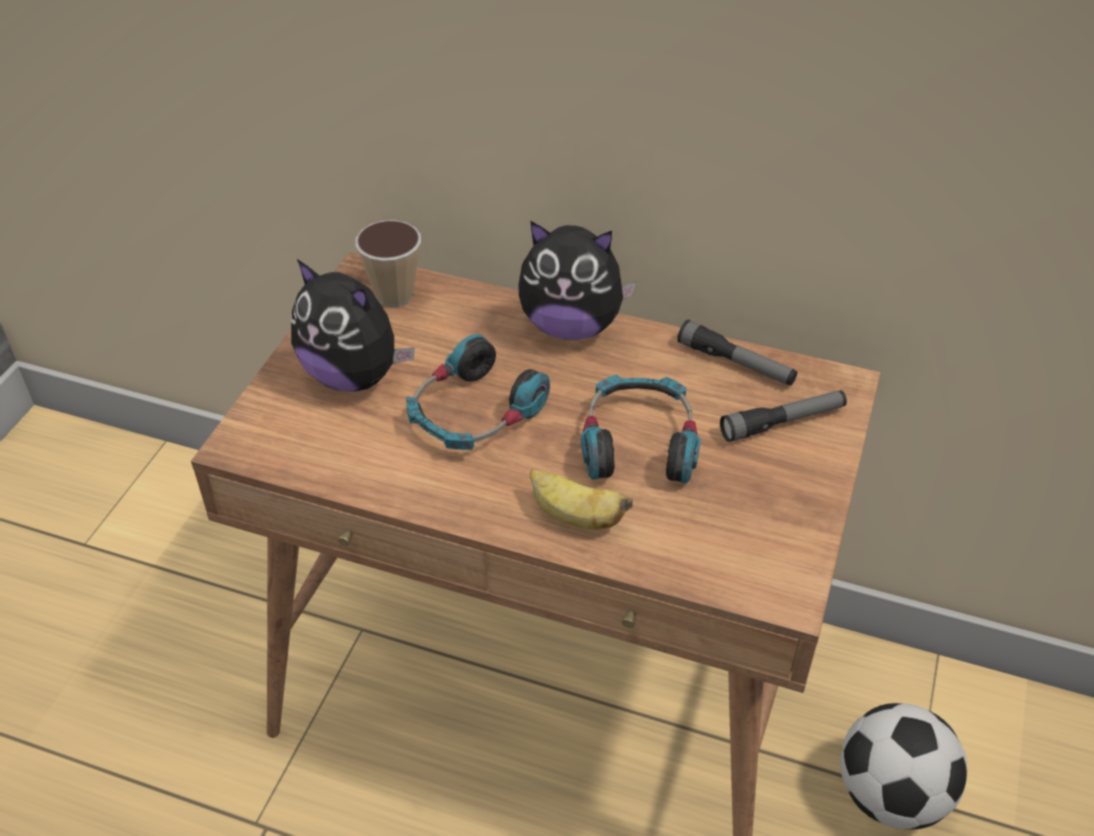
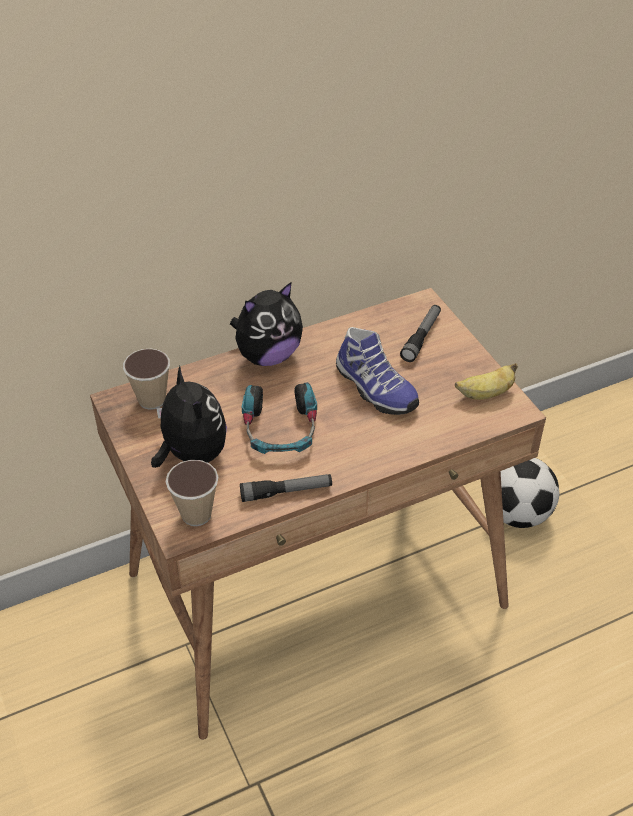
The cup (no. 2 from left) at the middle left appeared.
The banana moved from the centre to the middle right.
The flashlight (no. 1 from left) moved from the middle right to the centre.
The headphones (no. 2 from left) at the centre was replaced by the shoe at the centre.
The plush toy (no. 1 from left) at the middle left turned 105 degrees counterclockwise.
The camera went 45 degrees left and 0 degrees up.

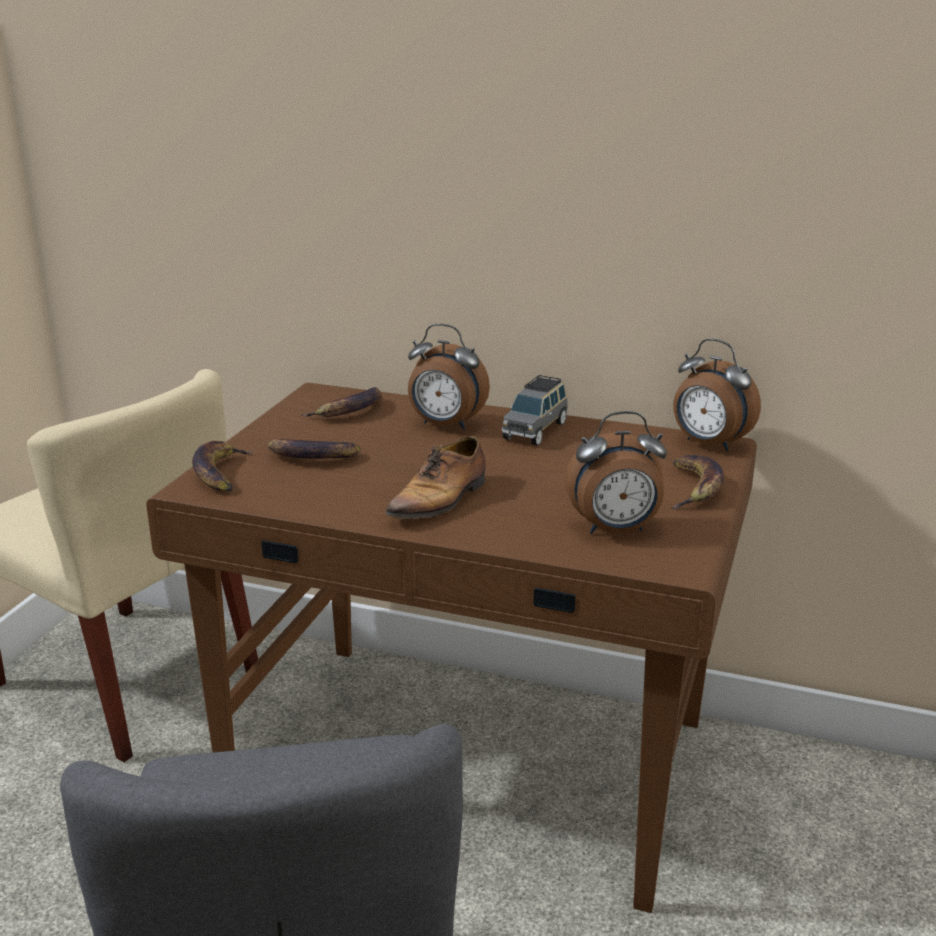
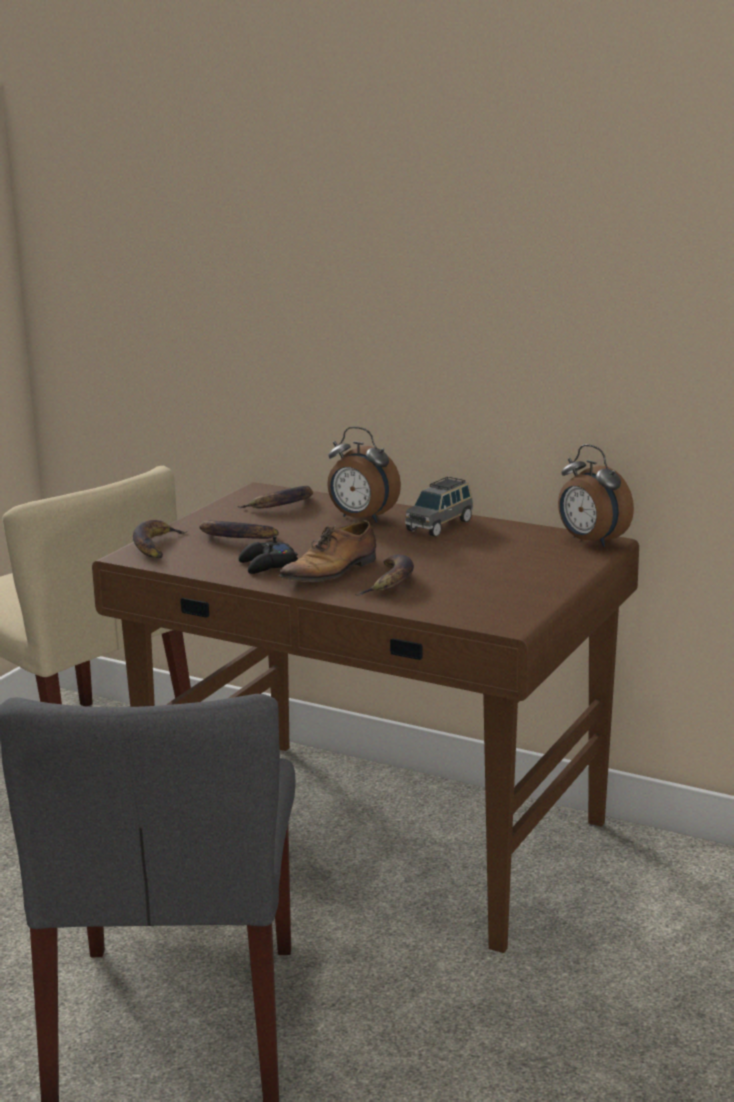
The alarm clock (no. 2 from left) at the centre disappeared.
The black game controller at the centre appeared.
The banana (no. 4 from left) moved from the middle right to the centre.
The camera went 10 degrees right and 5 degrees down.

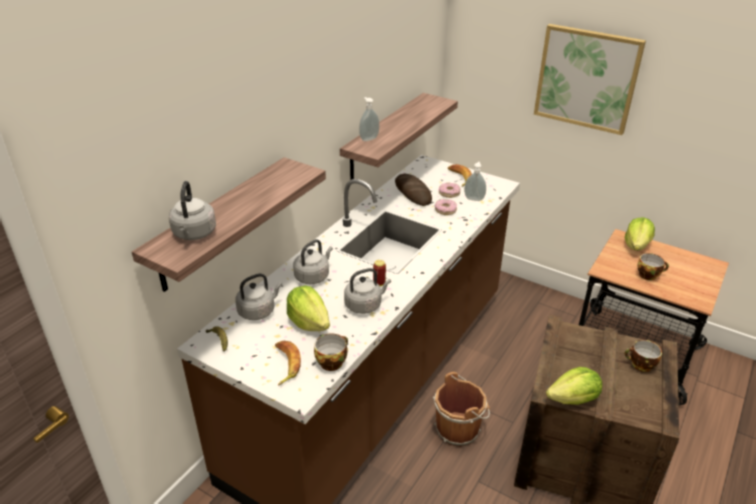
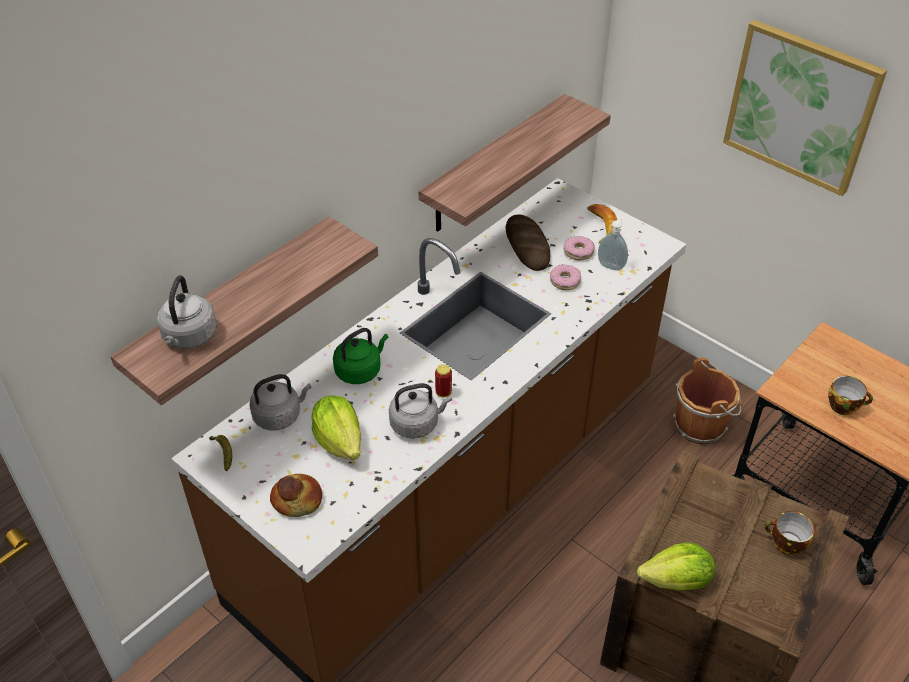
The cup (no. 1 from left) at the bottom centre disappeared.
The soap dispenser (no. 1 from left) at the top centre disappeared.
The lettuce (no. 3 from left) at the middle right disappeared.
The brown bucket moved from the bottom centre to the middle right.
The banana (no. 2 from left) at the bottom centre was replaced by the bread (no. 1 from left) at the bottom left.
The grey kettle (no. 3 from left) at the centre became the green kettle at the centre.
The camera went 10 degrees right and 10 degrees up.

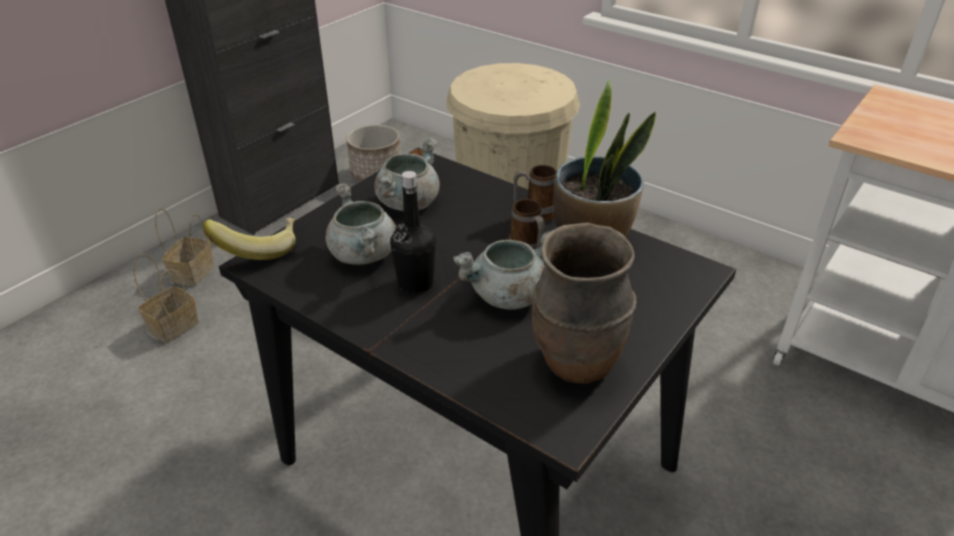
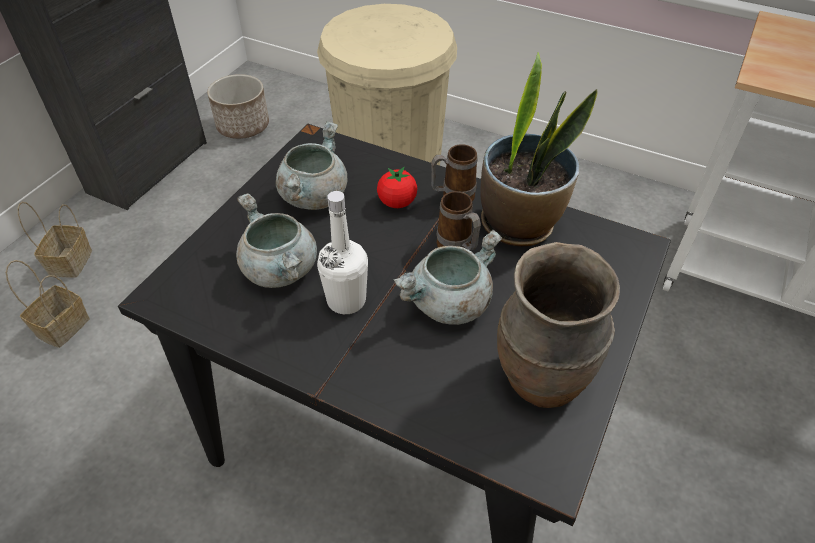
The banana at the middle left disappeared.
The tomato at the centre appeared.
The black bottle at the centre became the white bottle at the centre.
The camera went 10 degrees left and 10 degrees up.

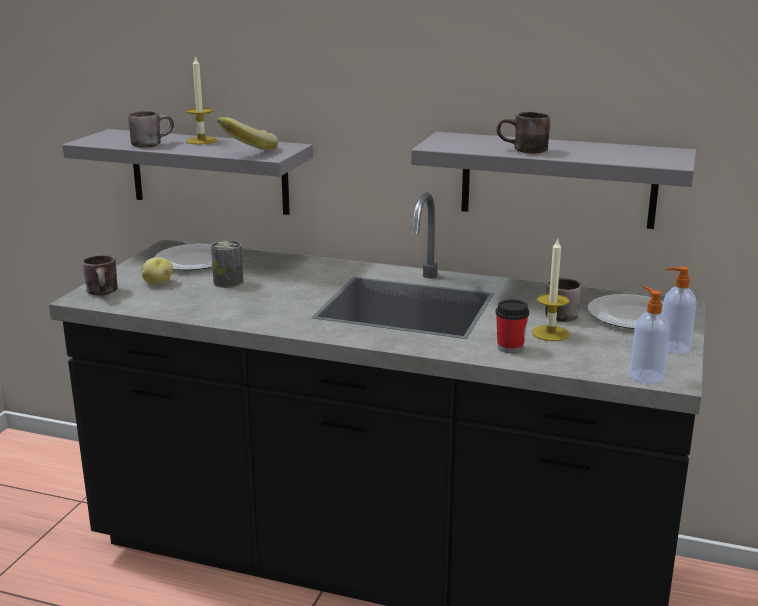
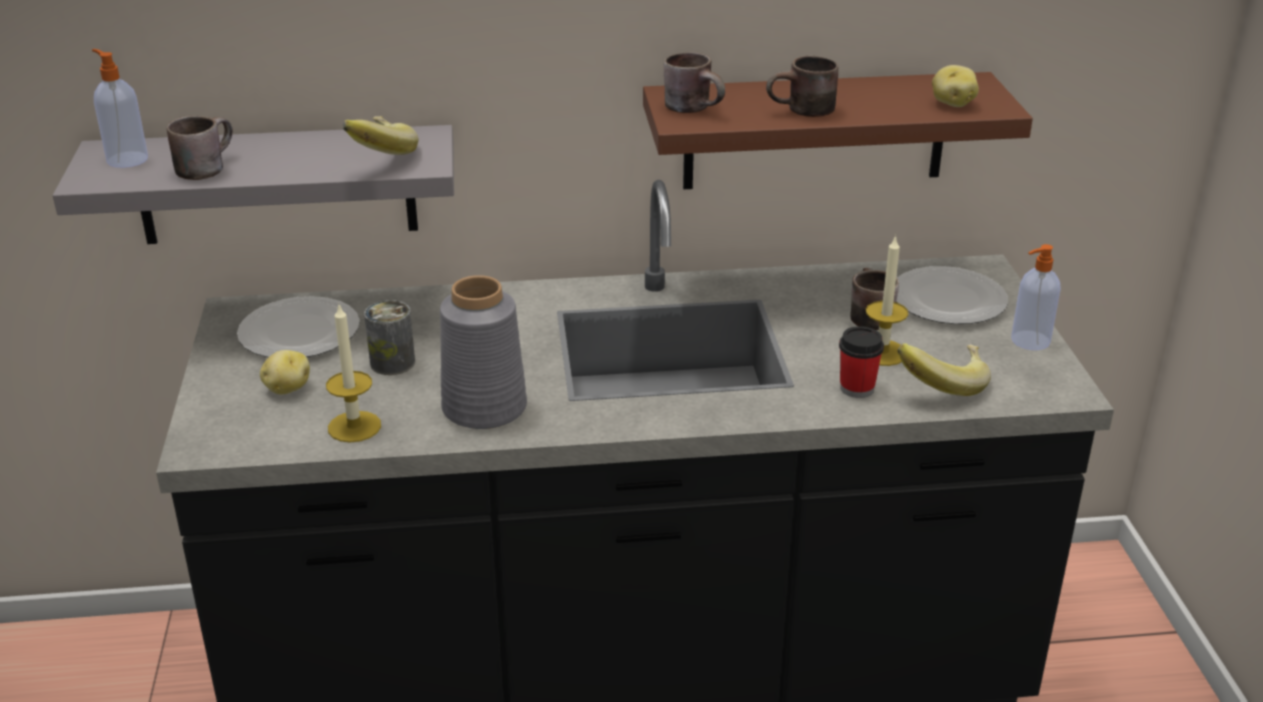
The grey vase at the centre appeared.
The banana (no. 2 from left) at the middle right appeared.
The potato (no. 2 from left) at the top right appeared.
The brown mug (no. 1 from left in the first image) moved from the middle left to the top centre.
The candle (no. 1 from left) moved from the top left to the middle left.
The soap dispenser (no. 1 from left) moved from the middle right to the top left.
The grey shelf (no. 2 from left) at the top right became the brown shelf at the top centre.
The camera went 25 degrees left and 10 degrees up.

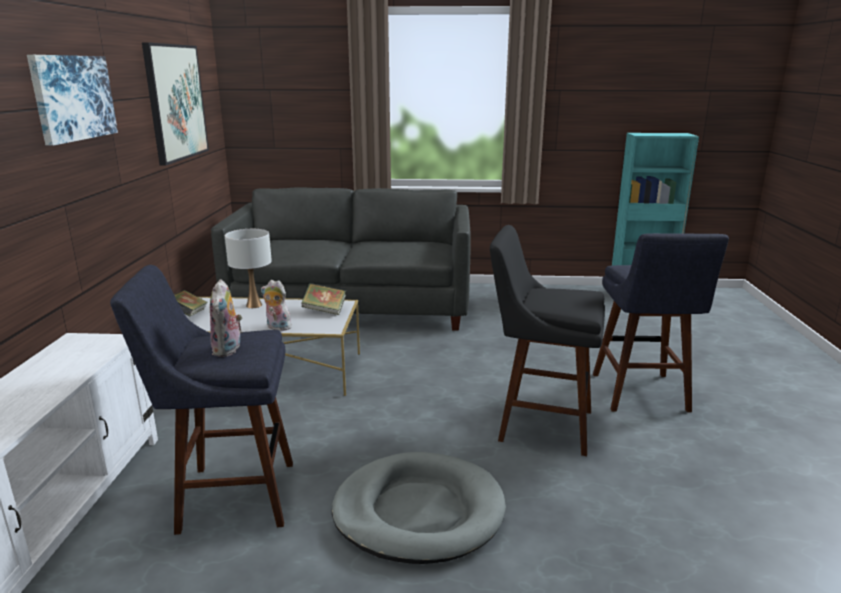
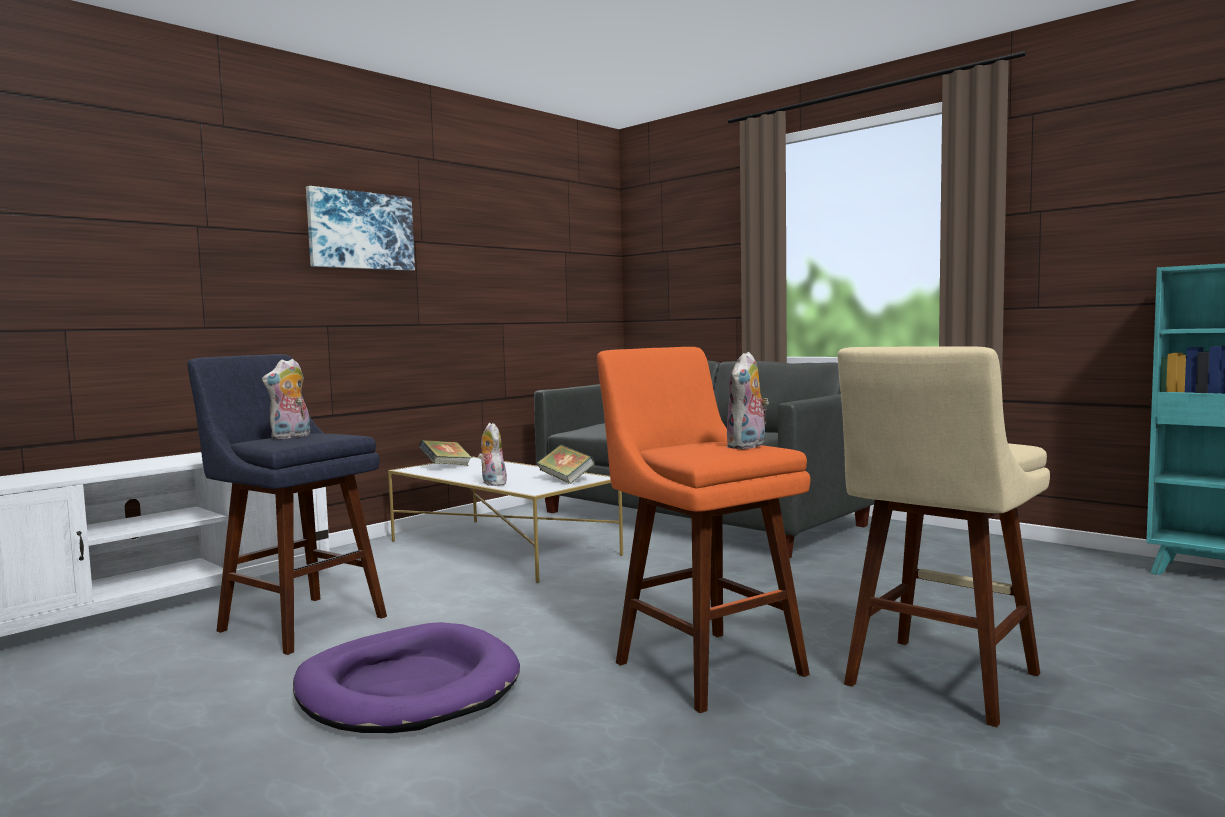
The picture (no. 2 from left) at the top left disappeared.
The white table lamp at the middle left disappeared.
The plush toy (no. 3 from left) at the centre appeared.
The grey dog bed at the bottom centre became the purple dog bed at the bottom left.
The black stool at the centre became the orange stool at the centre.
The blue stool (no. 2 from left) at the middle right became the beige stool at the middle right.
The camera went 40 degrees right and 15 degrees down.

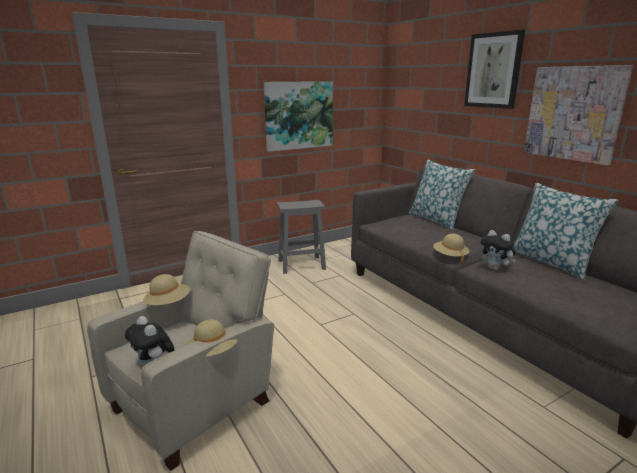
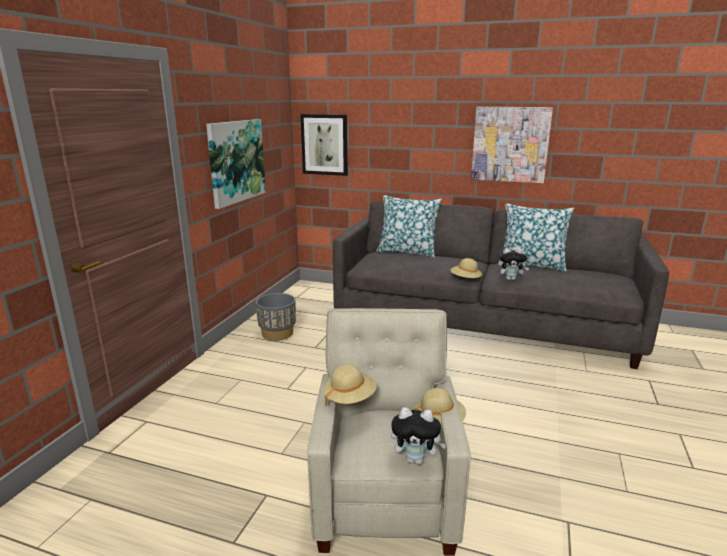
The picture (no. 2 from left) moved from the top right to the top centre.
The grey stool at the centre was replaced by the grey planter at the centre.
The camera went 40 degrees left and 0 degrees up.

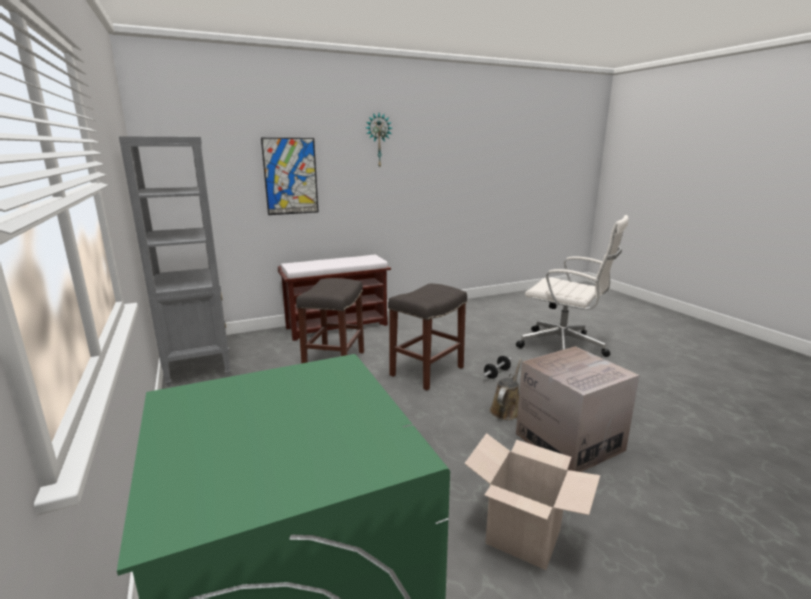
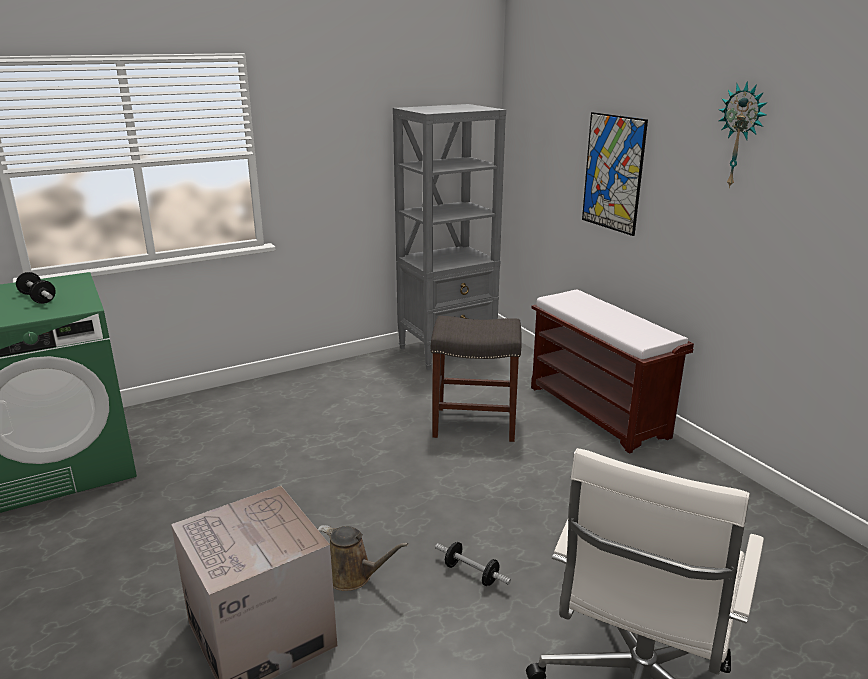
The grey stool (no. 2 from left) at the centre disappeared.
The cardboard box (no. 1 from left) at the bottom centre disappeared.
The dumbbell (no. 1 from left) at the middle left appeared.
The camera went 85 degrees right and 5 degrees up.

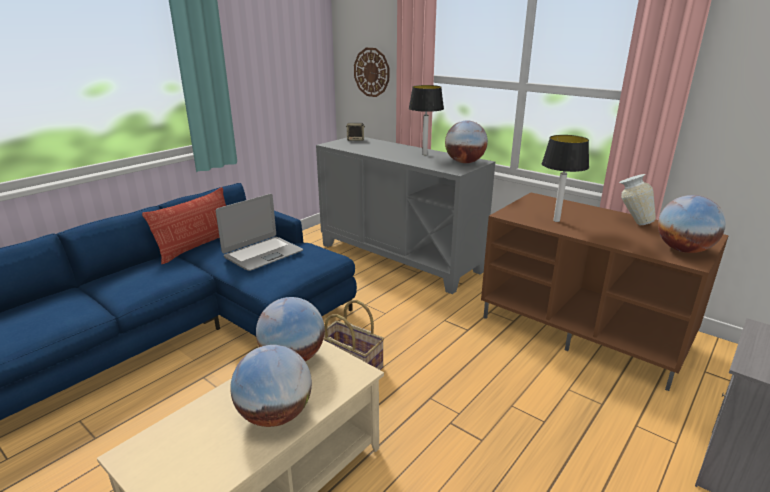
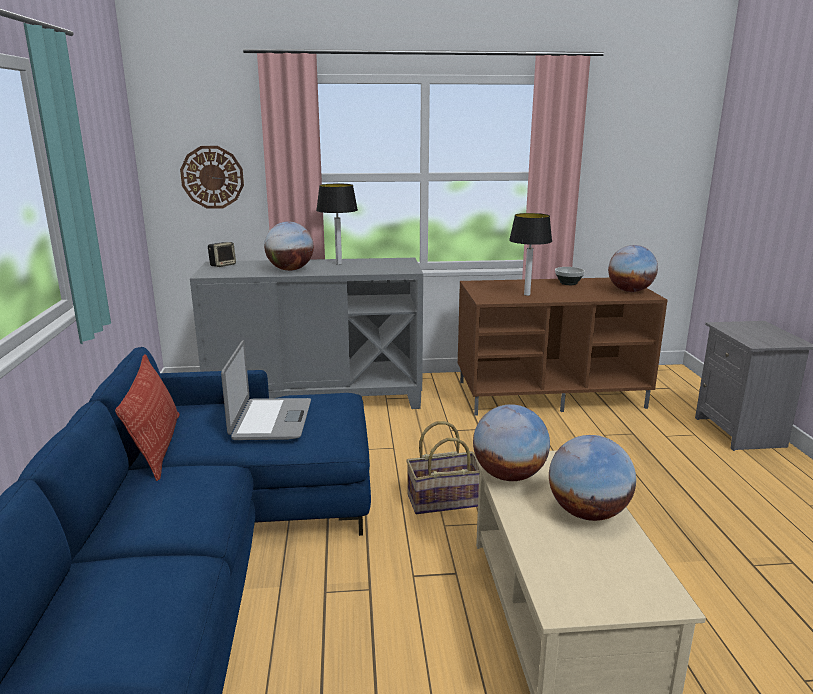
The globe (no. 3 from left in the first image) moved from the top centre to the centre.
The vase at the middle right was replaced by the bowl at the middle right.
The camera went 45 degrees left and 5 degrees down.

